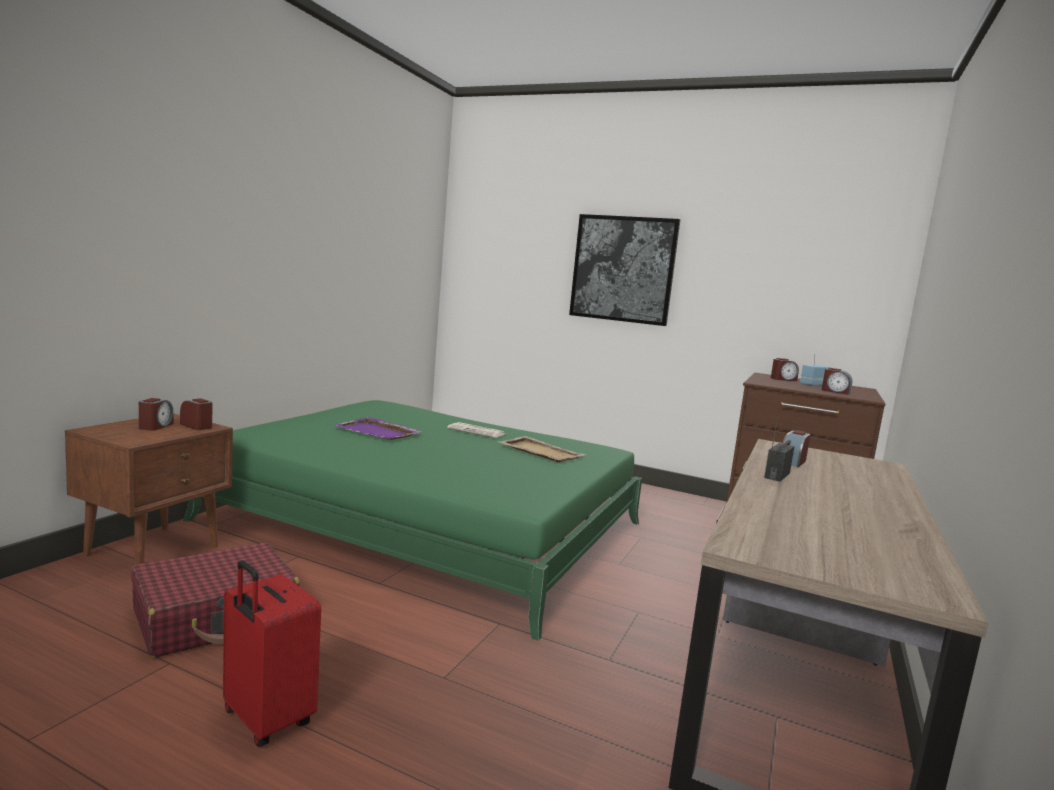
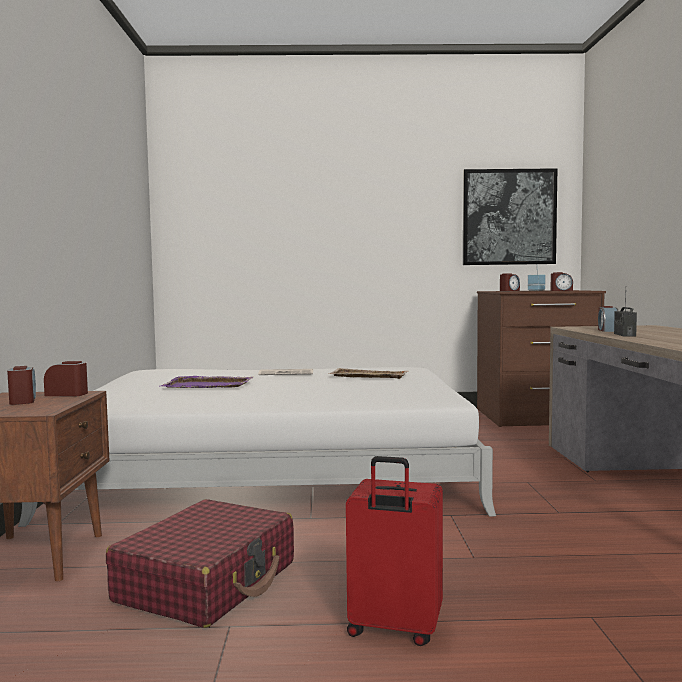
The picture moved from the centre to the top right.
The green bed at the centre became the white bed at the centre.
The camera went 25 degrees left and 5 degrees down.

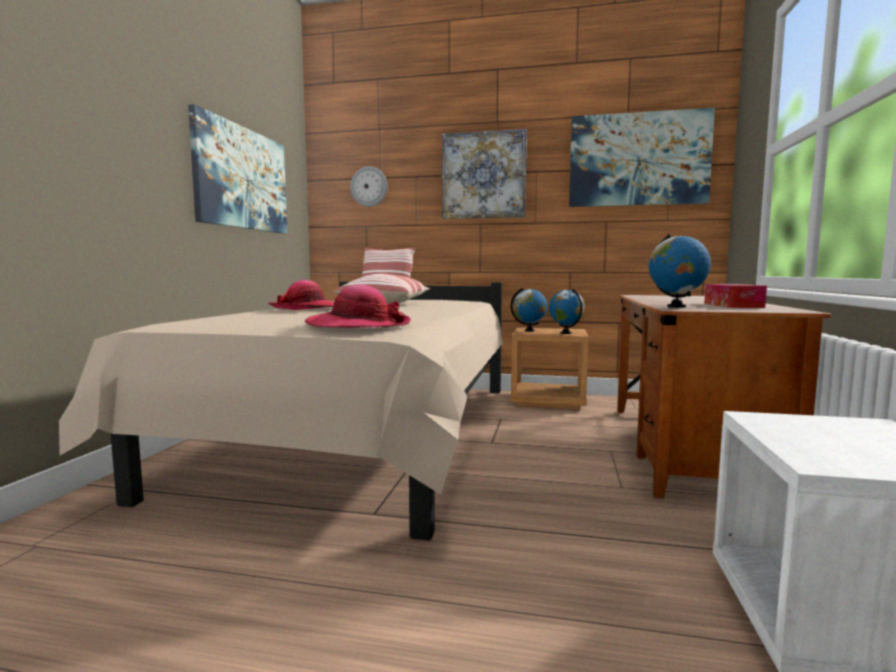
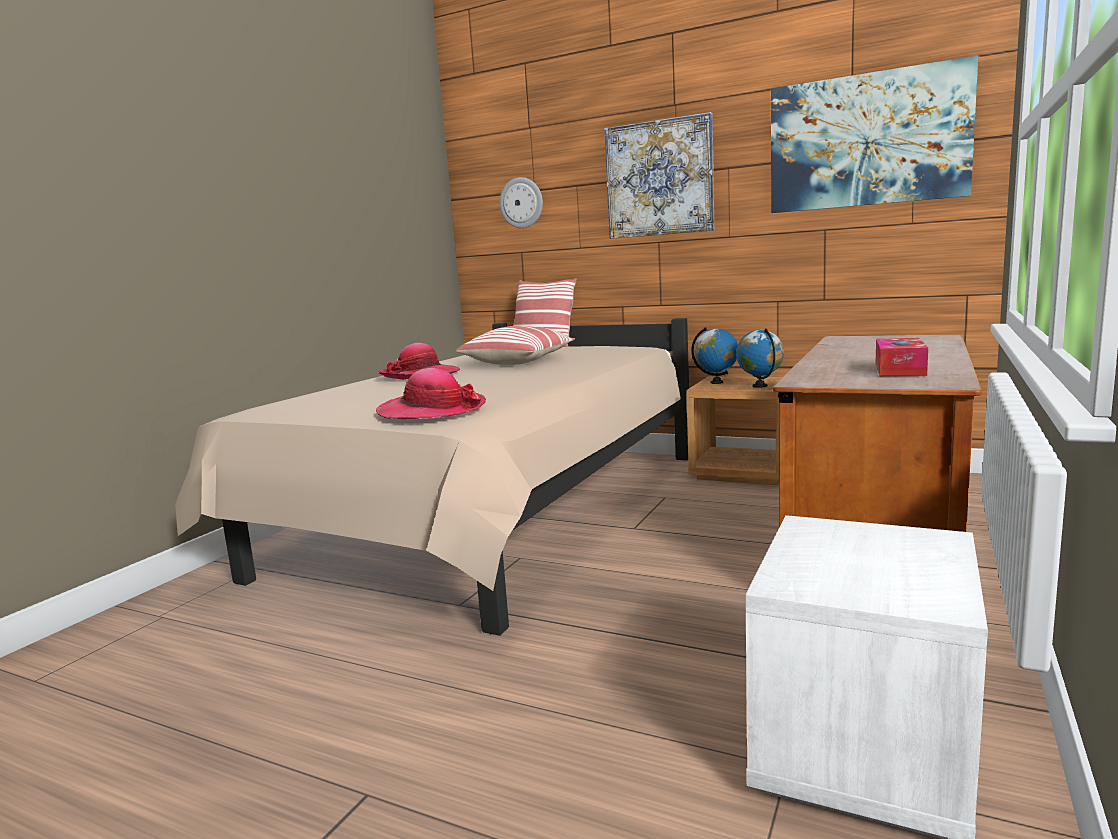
The picture (no. 1 from left) at the top left disappeared.
The globe (no. 3 from left) at the middle right disappeared.
The camera went 15 degrees right and 5 degrees up.

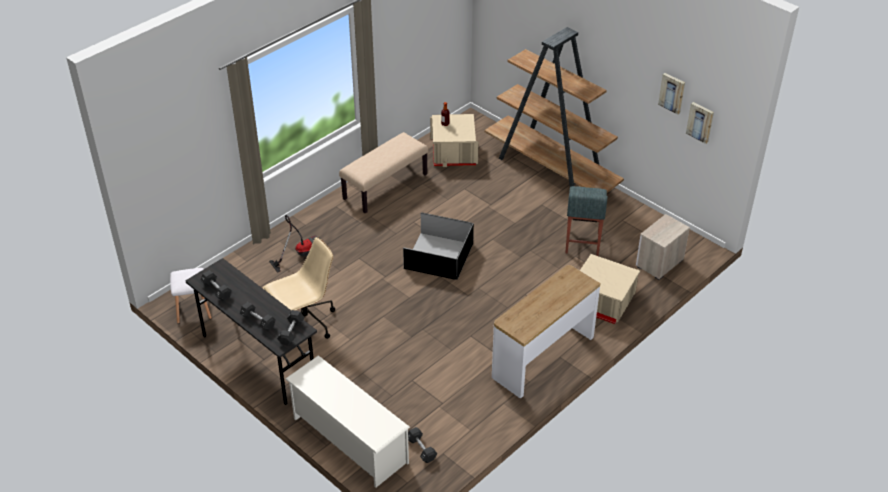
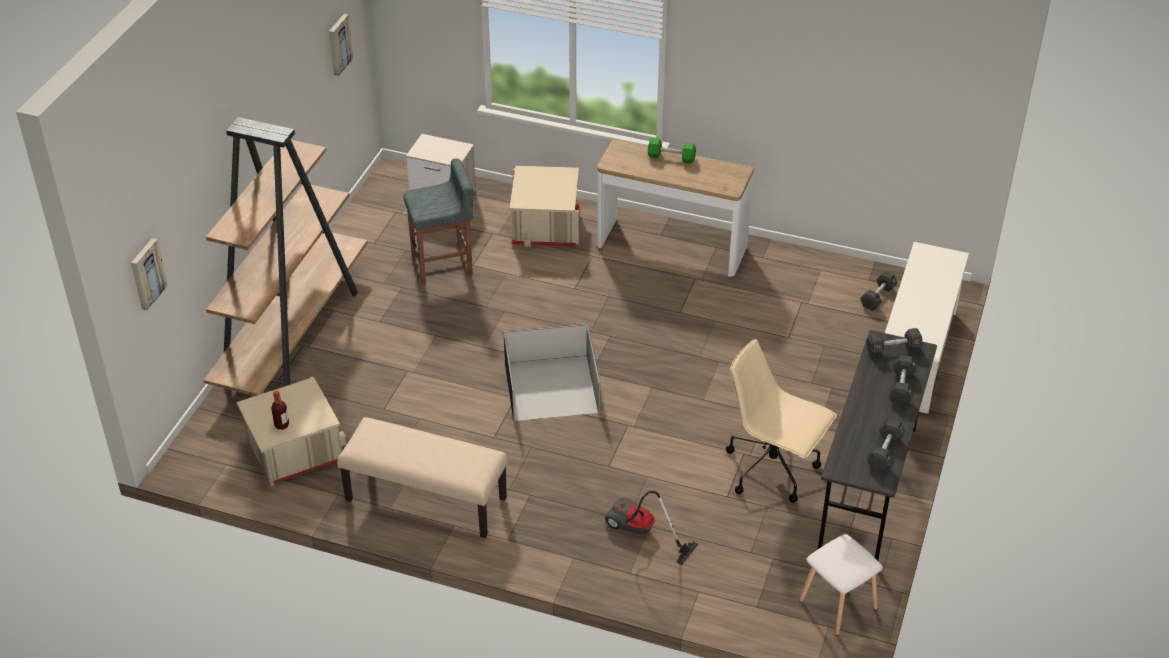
The green dumbbell at the top centre appeared.
The picture (no. 1 from left) moved from the top right to the middle left.
The camera went 115 degrees left and 0 degrees up.

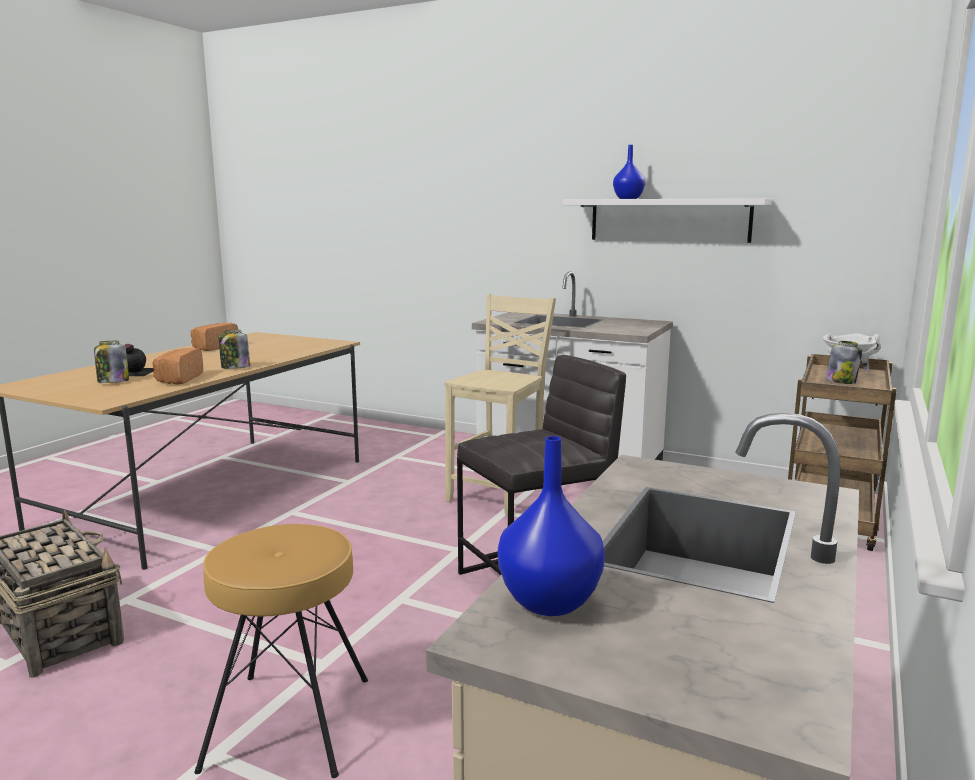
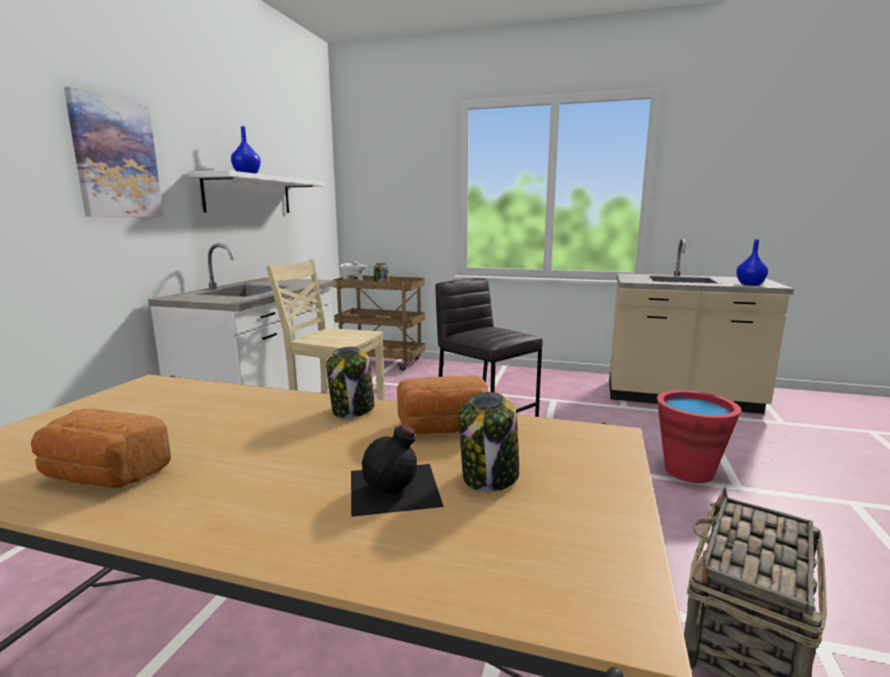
The picture at the top left appeared.
The brown stool at the bottom left was replaced by the red bucket at the middle right.
The camera went 100 degrees left and 0 degrees up.

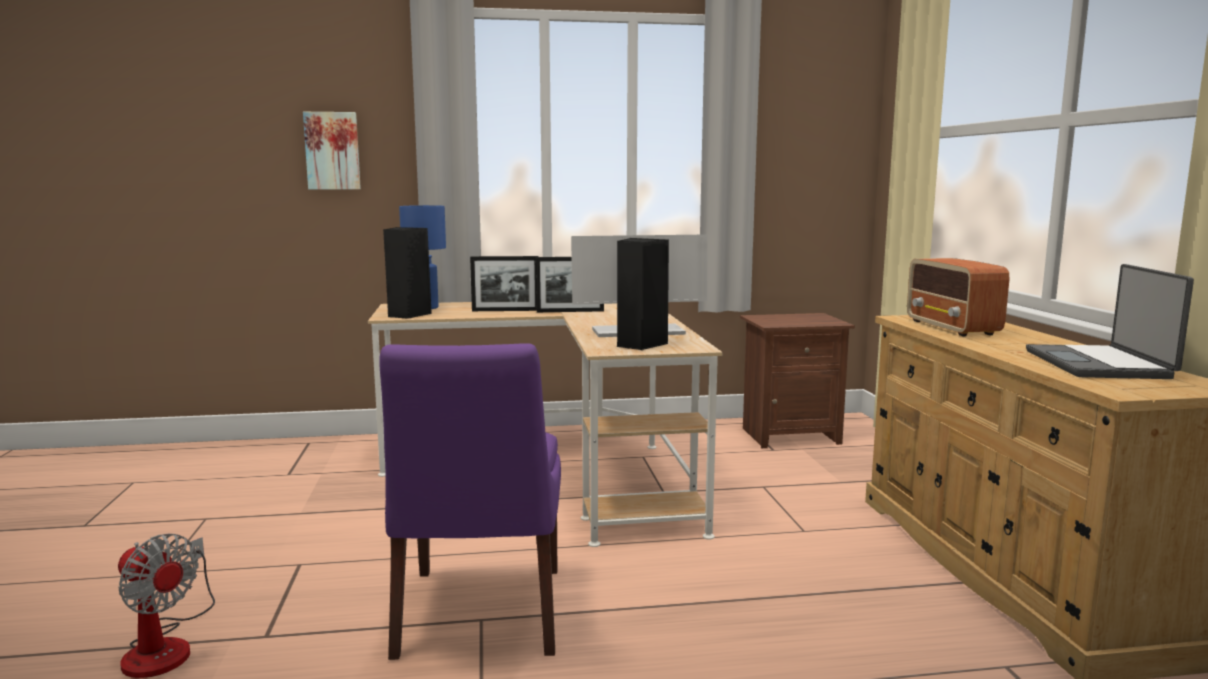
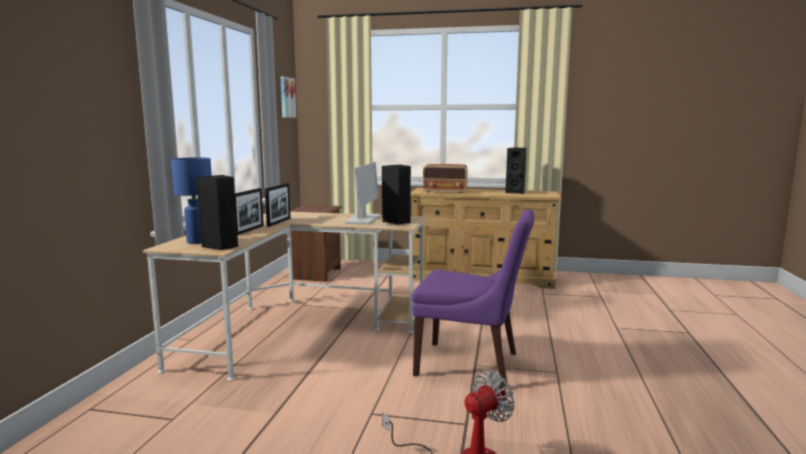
The picture moved from the top left to the top centre.
The laptop at the middle right was replaced by the black speaker (no. 3 from left) at the centre.
The camera went 70 degrees left and 0 degrees up.

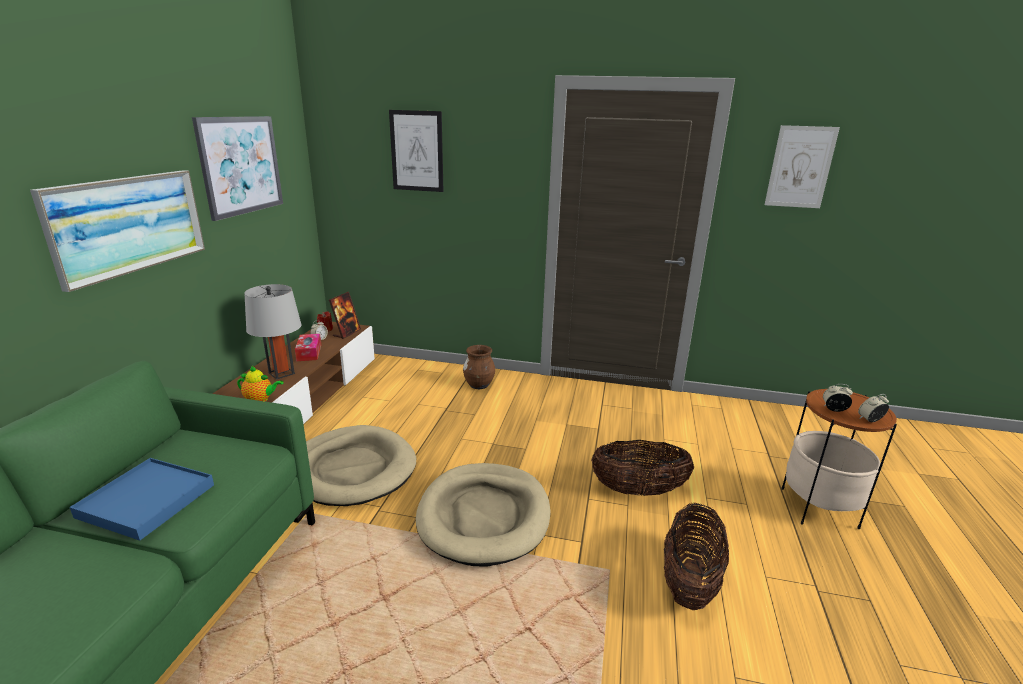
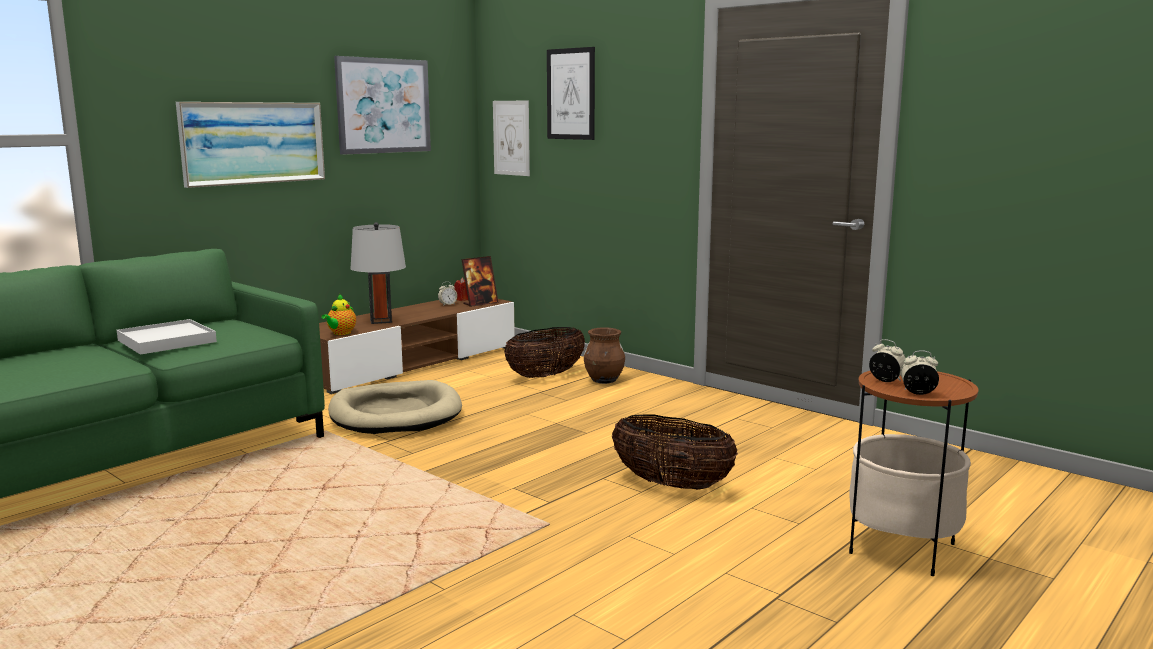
The tissue box at the middle left disappeared.
The beige dog bed (no. 2 from left) at the bottom centre disappeared.
The basket (no. 2 from left in the first image) moved from the bottom right to the centre.
The picture (no. 4 from left in the first image) moved from the top right to the top centre.
The blue tray at the bottom left became the white tray at the middle left.
The teapot at the middle left turned 75 degrees clockwise.
The camera went 30 degrees right and 10 degrees down.

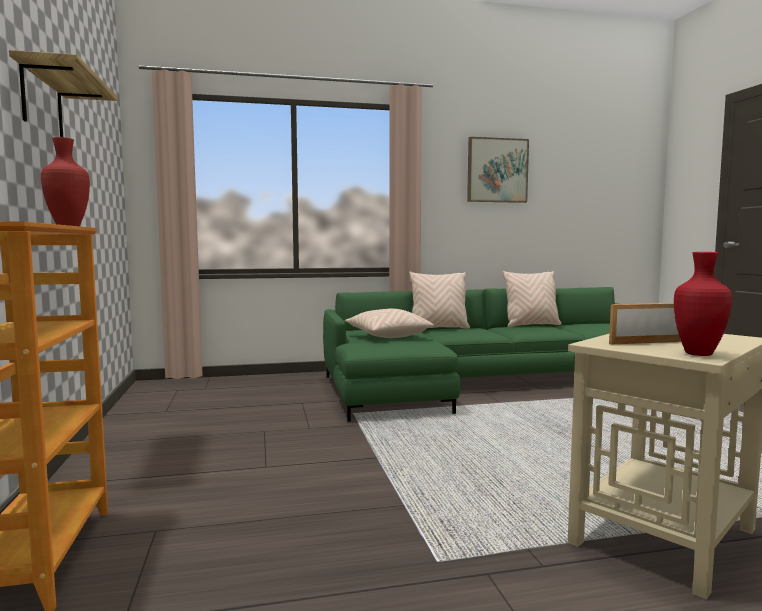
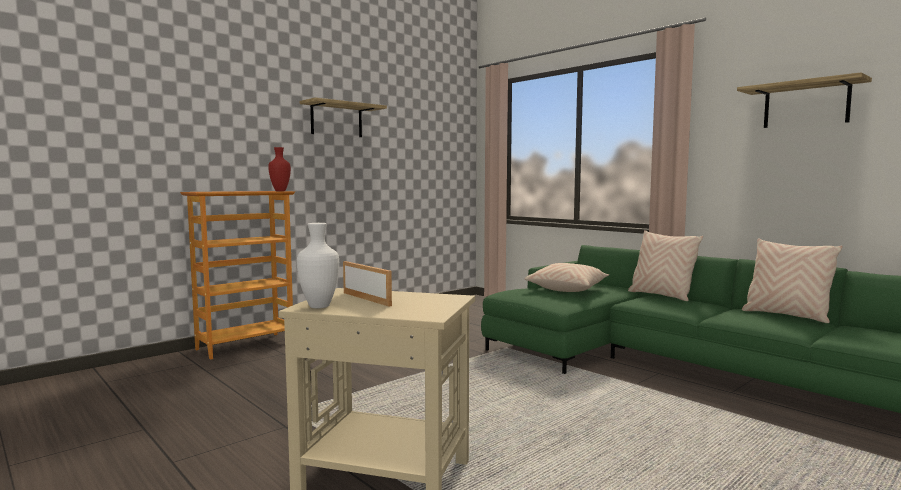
The picture at the top centre was replaced by the shelf (no. 2 from left) at the top right.
The red vase (no. 2 from left) at the middle right became the white vase at the centre.
The camera went 60 degrees right and 0 degrees up.

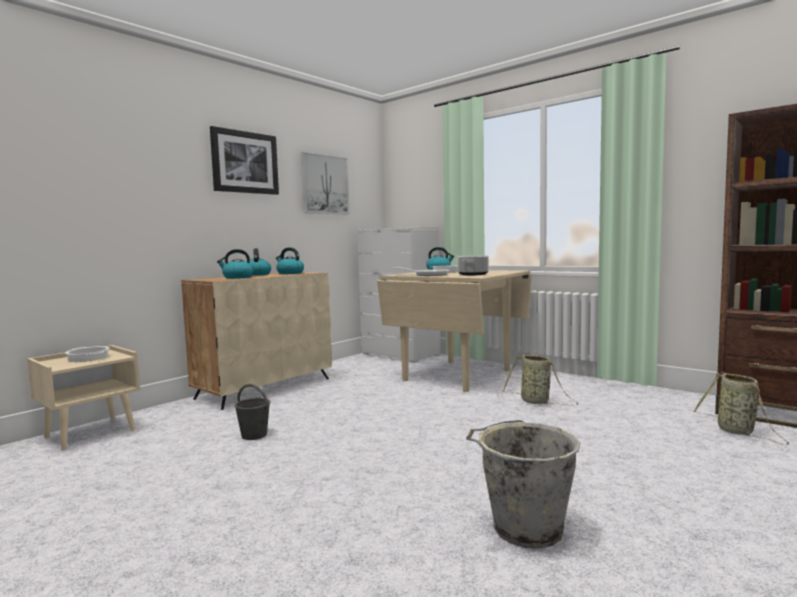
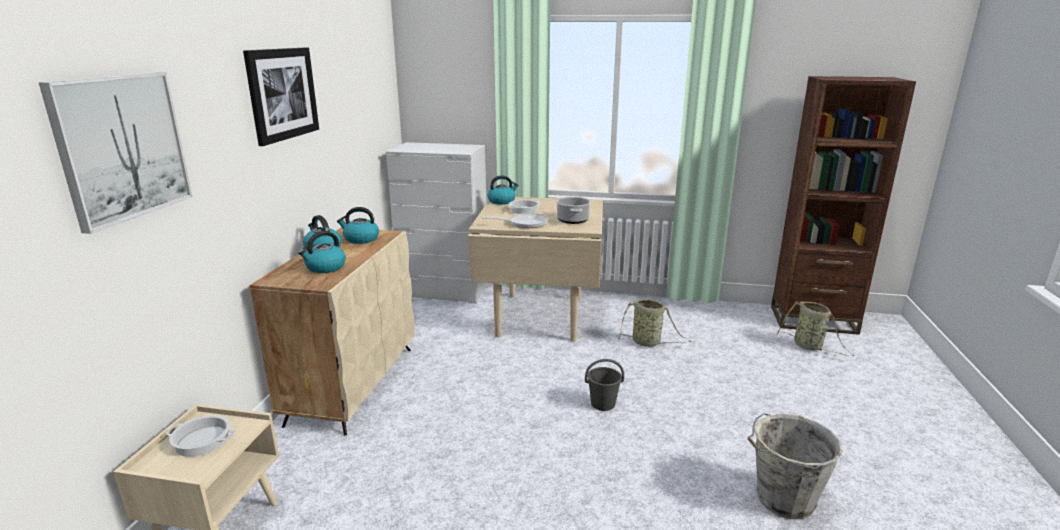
The grey bucket (no. 1 from left) moved from the bottom left to the bottom centre.
The picture (no. 2 from left in the first image) moved from the top centre to the top left.
The camera went 30 degrees left and 15 degrees up.

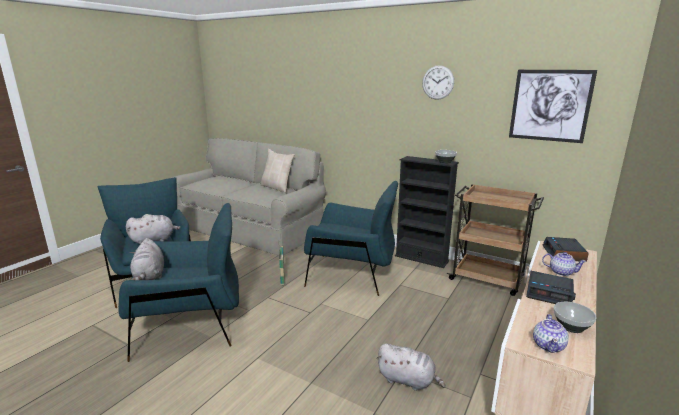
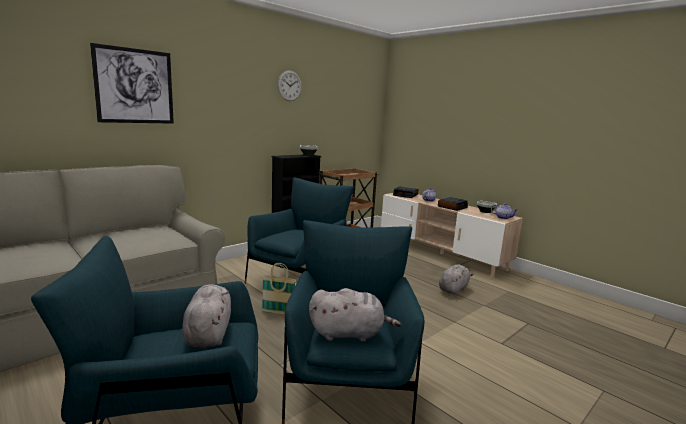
The beige pillow at the centre disappeared.
The picture moved from the top right to the top left.
The camera went 75 degrees left and 5 degrees down.

